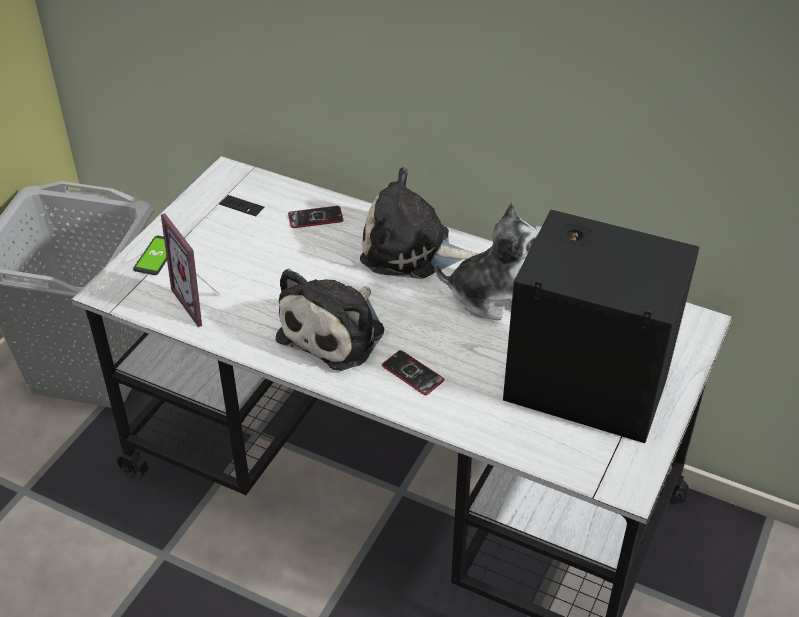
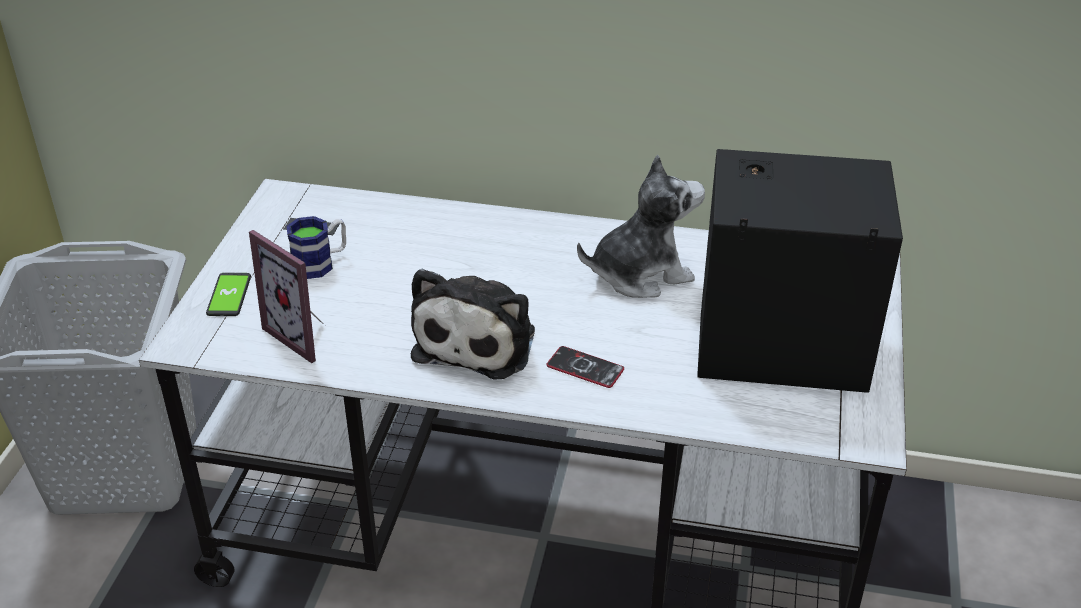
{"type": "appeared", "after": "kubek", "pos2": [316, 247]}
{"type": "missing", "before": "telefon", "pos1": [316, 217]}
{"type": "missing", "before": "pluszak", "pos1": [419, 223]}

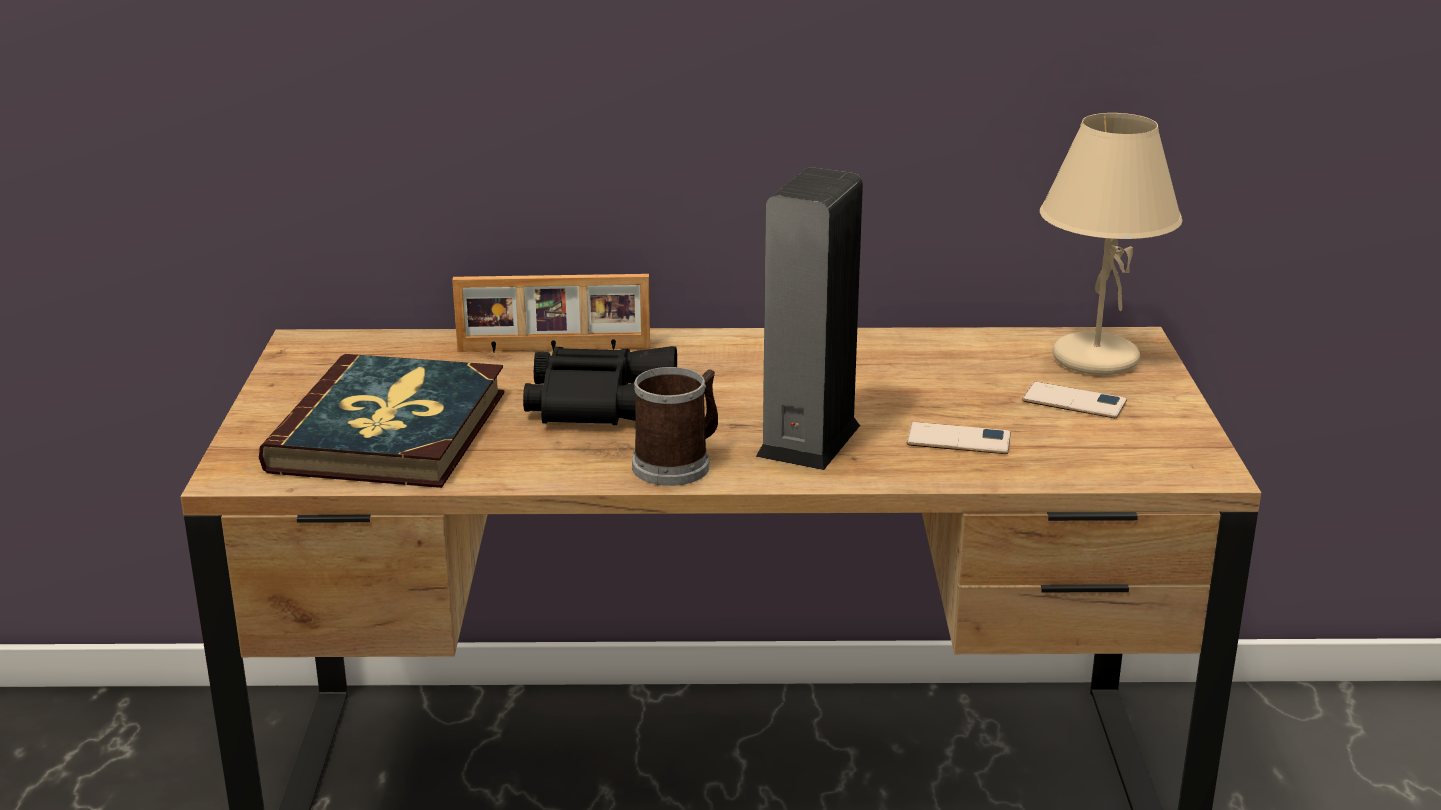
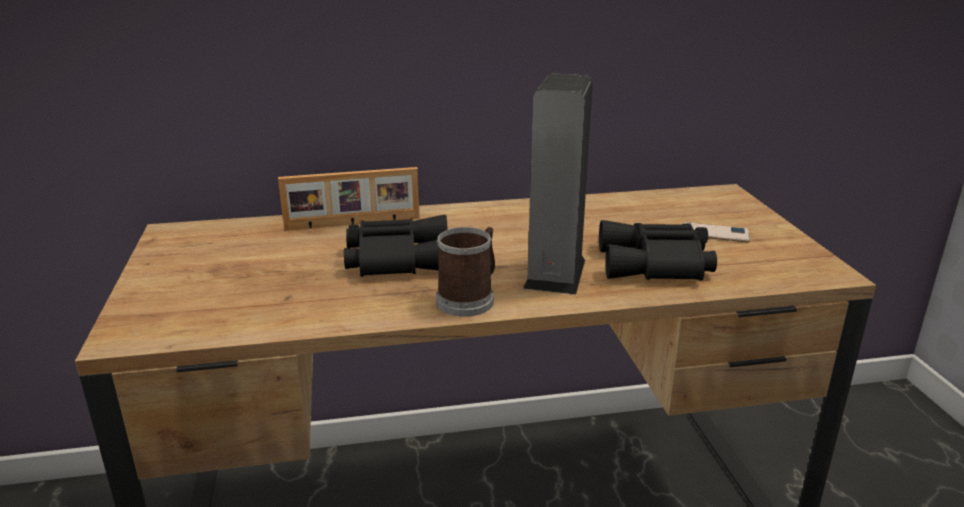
{"type": "exchanged", "before": "telefon", "after": "lornetka (czarny)", "pos1": [958, 438], "pos2": [658, 250]}
{"type": "missing", "before": "książka", "pos1": [382, 421]}
{"type": "missing", "before": "lampa stołowa (beżowy)", "pos1": [1111, 244]}

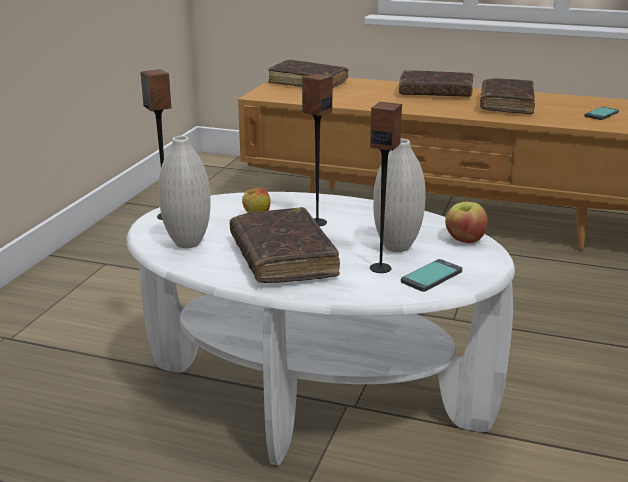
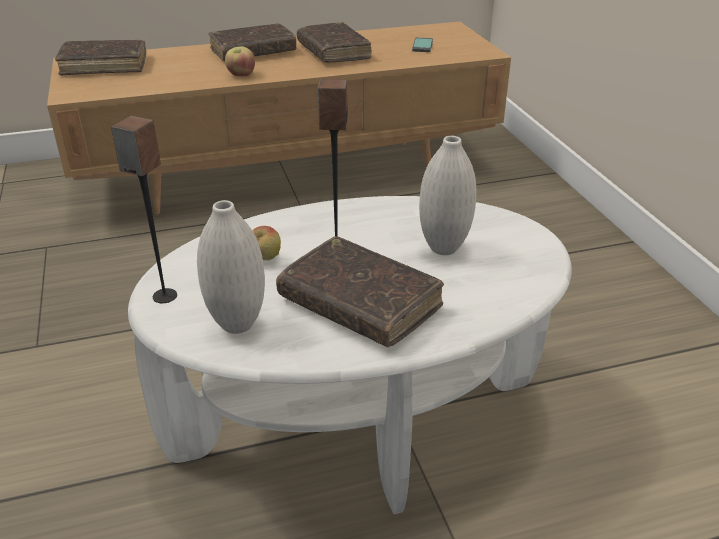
{"type": "relocated", "before": "jabłko", "pos1": [466, 222], "pos2": [240, 61]}
{"type": "missing", "before": "głośnik", "pos1": [386, 187]}
{"type": "missing", "before": "telefon", "pos1": [431, 275]}

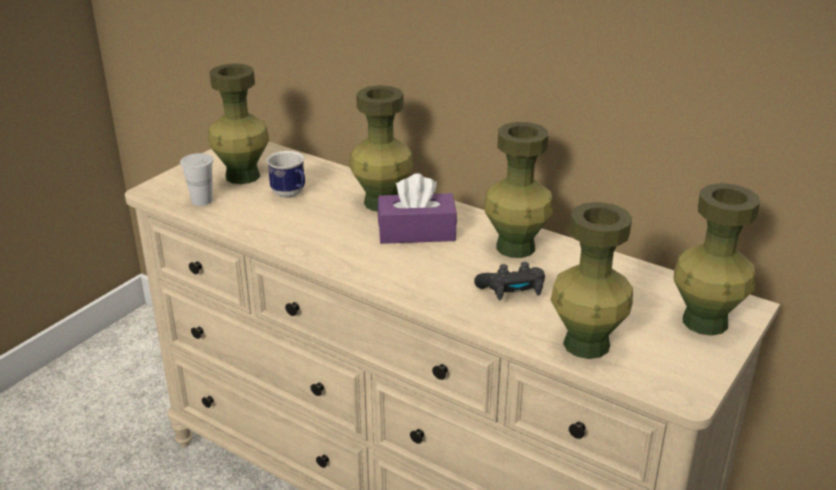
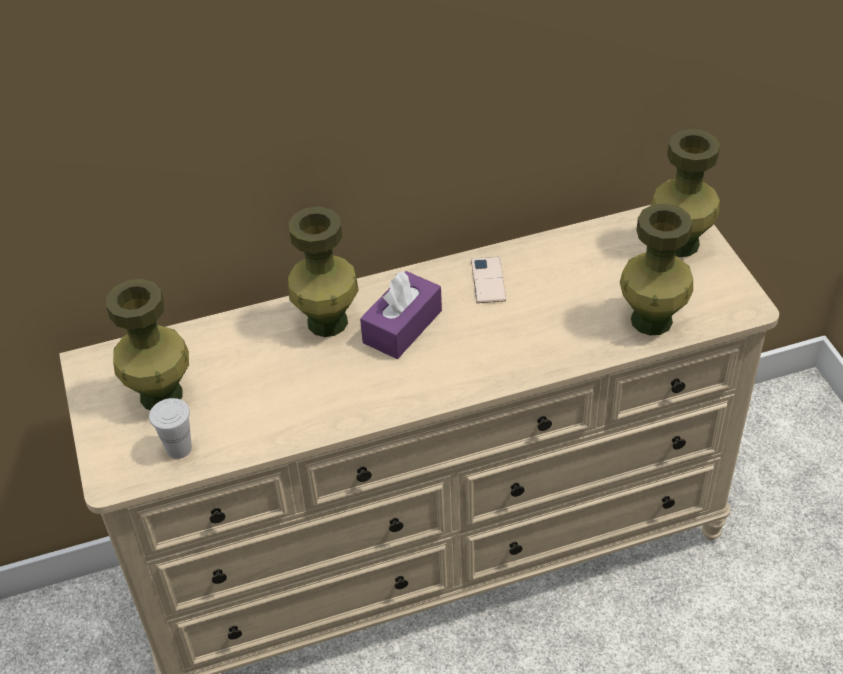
{"type": "exchanged", "before": "wazon (zielony)", "after": "telefon", "pos1": [518, 190], "pos2": [488, 280]}
{"type": "missing", "before": "kubek", "pos1": [286, 174]}
{"type": "missing", "before": "pad do gier (czarny)", "pos1": [509, 281]}

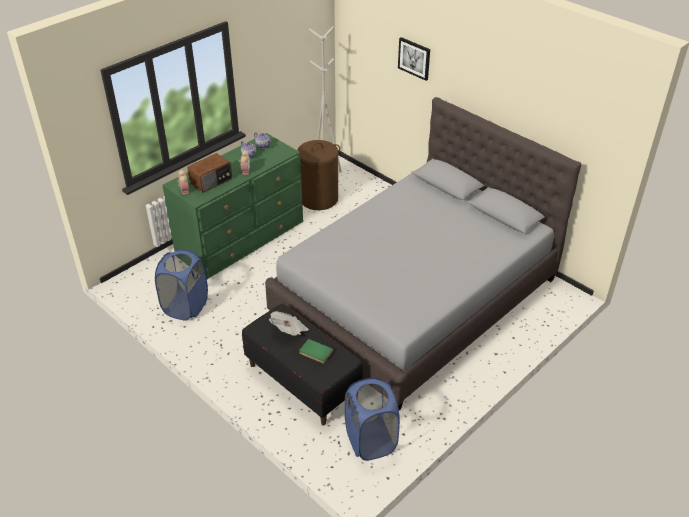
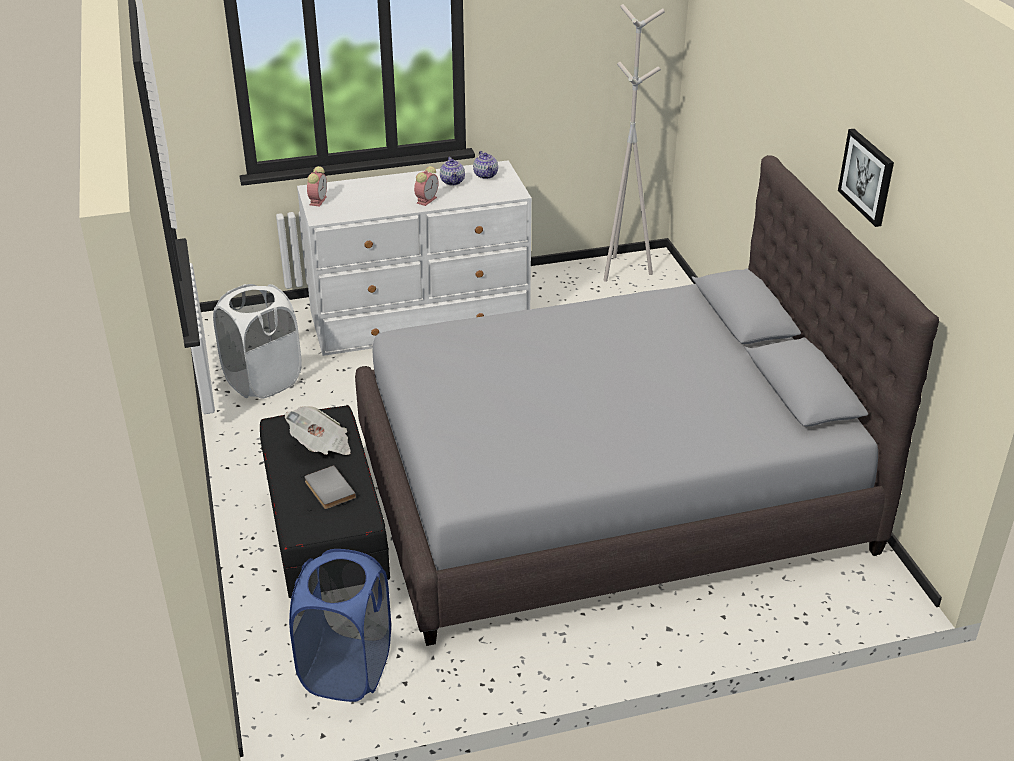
{"type": "colour", "before": "kosz na pranie (niebieski)", "after": "kosz na pranie (biały)", "pos1": [181, 285], "pos2": [257, 341]}
{"type": "colour", "before": "komoda (zielony)", "after": "komoda (biały)", "pos1": [232, 206], "pos2": [414, 258]}
{"type": "colour", "before": "książka (zielony)", "after": "książka (szary)", "pos1": [316, 351], "pos2": [330, 487]}
{"type": "relocated", "before": "obraz", "pos1": [414, 59], "pos2": [866, 178]}
{"type": "missing", "before": "radio", "pos1": [209, 173]}
{"type": "missing", "before": "kosz na pranie (brązowy)", "pos1": [318, 175]}

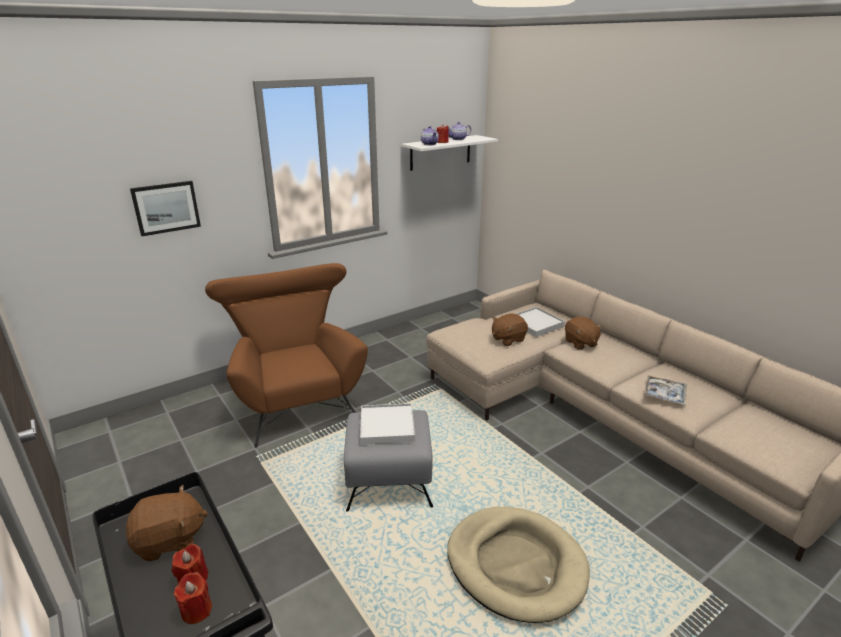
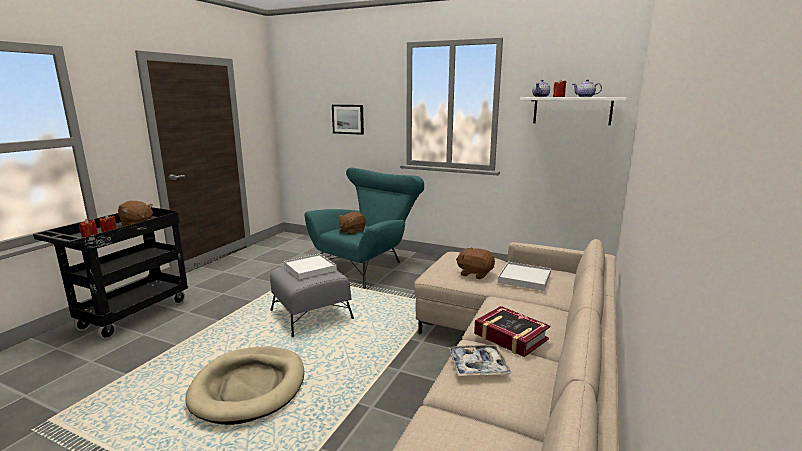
{"type": "colour", "before": "fotel (brązowy)", "after": "fotel (turkusowy)", "pos1": [286, 355], "pos2": [364, 228]}
{"type": "relocated", "before": "pluszak (brązowy)", "pos1": [584, 333], "pos2": [352, 223]}
{"type": "appeared", "after": "książka", "pos2": [512, 331]}

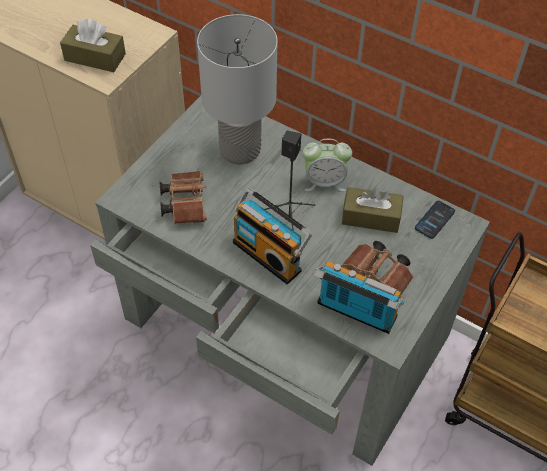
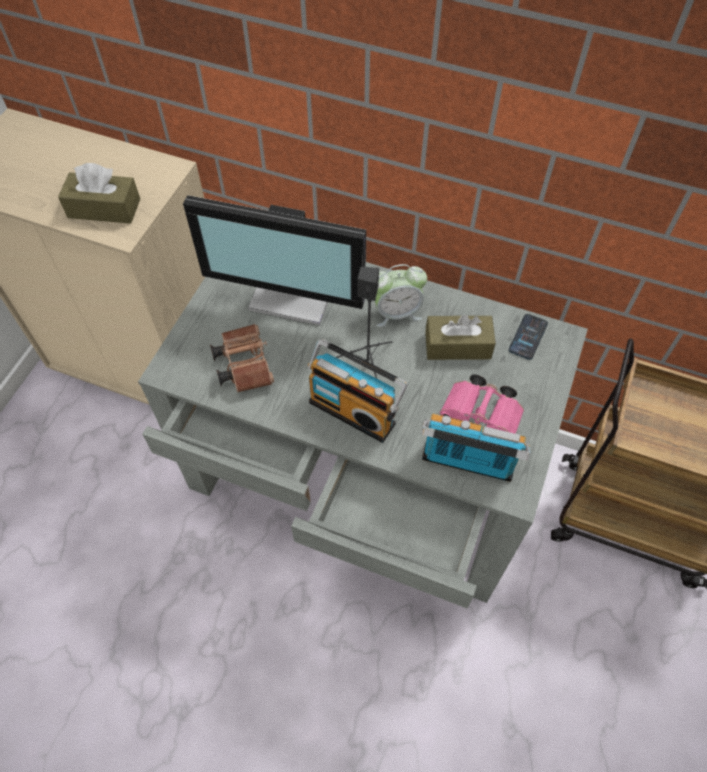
{"type": "exchanged", "before": "lampa stołowa (szary)", "after": "monitor", "pos1": [237, 89], "pos2": [274, 260]}
{"type": "colour", "before": "lornetka (brązowy)", "after": "lornetka (różowy)", "pos1": [377, 268], "pos2": [482, 404]}

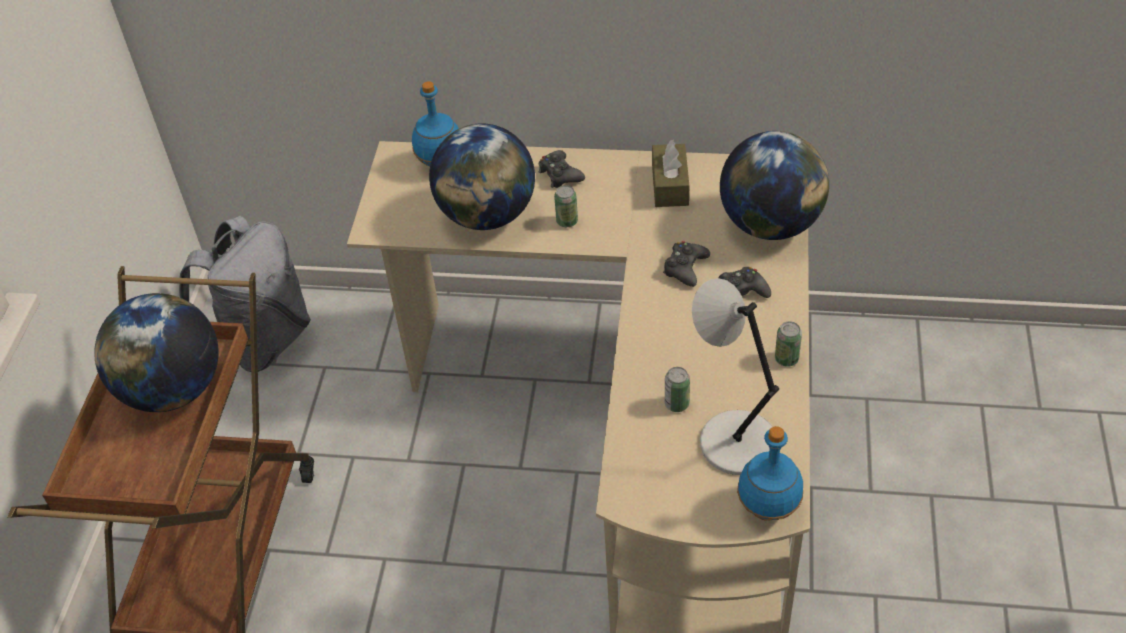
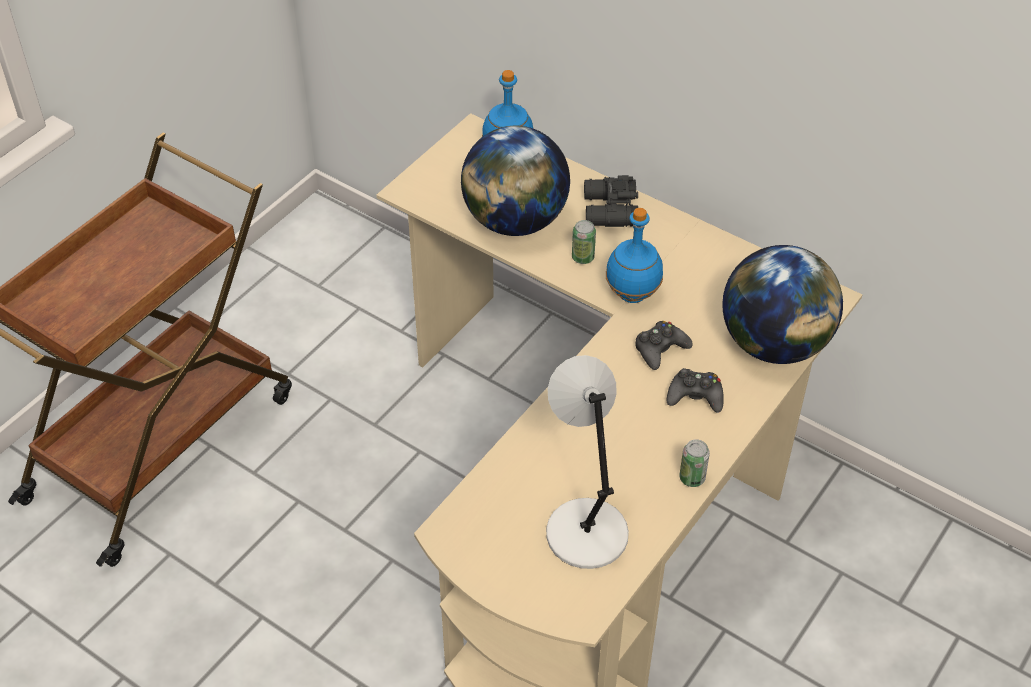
{"type": "exchanged", "before": "pad do gier (czarny)", "after": "lornetka (czarny)", "pos1": [562, 169], "pos2": [611, 201]}
{"type": "relocated", "before": "butelka (niebieski)", "pos1": [770, 473], "pos2": [634, 255]}
{"type": "missing", "before": "globus", "pos1": [156, 352]}
{"type": "missing", "before": "plecak (szary)", "pos1": [245, 294]}
{"type": "missing", "before": "pudełko chusteczek (brązowy)", "pos1": [670, 173]}
{"type": "missing", "before": "puszka", "pos1": [677, 389]}

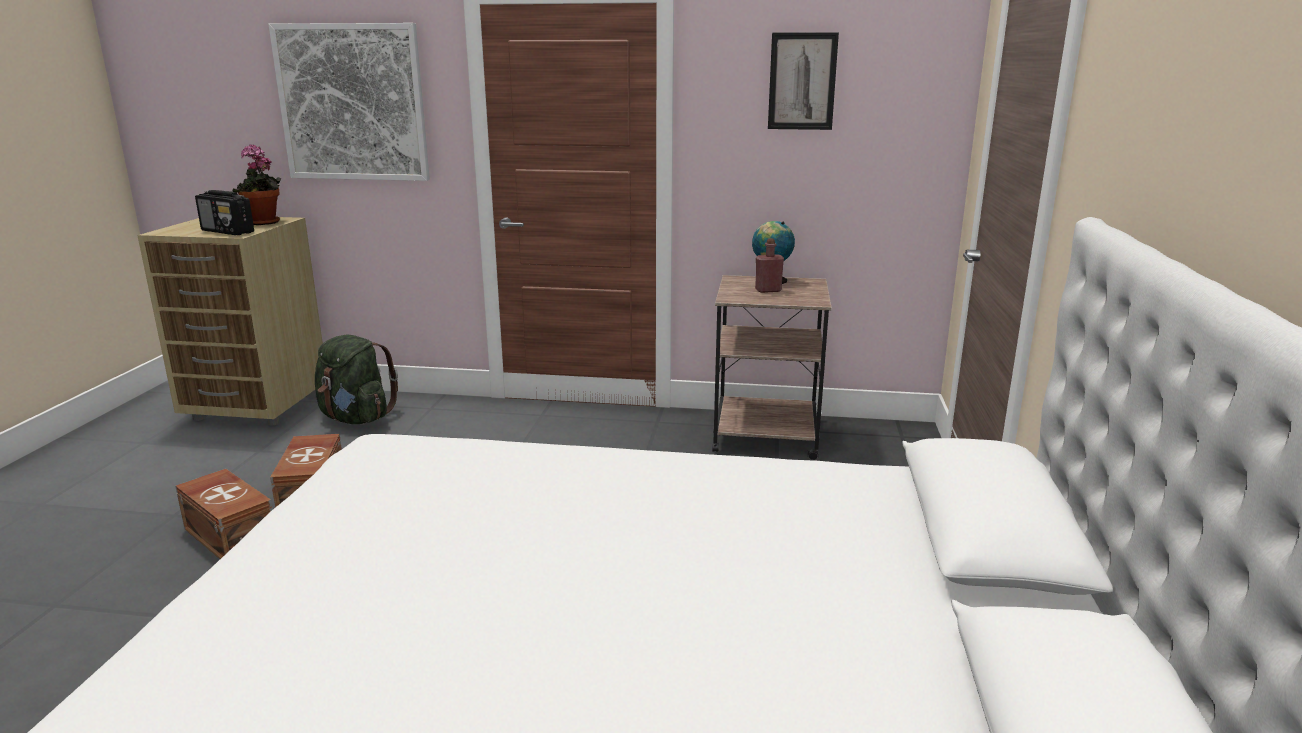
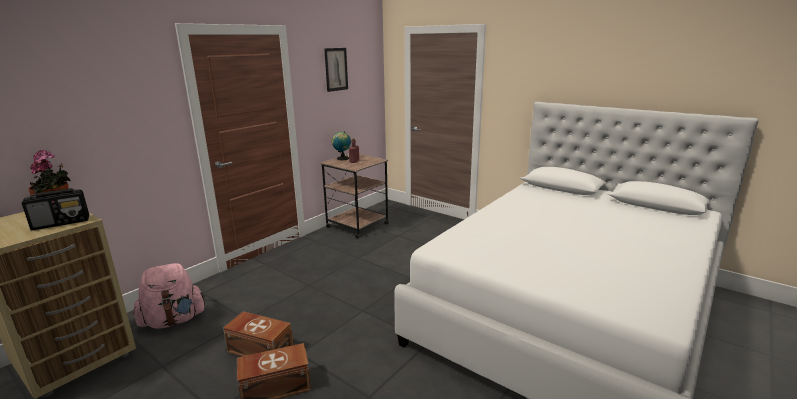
{"type": "colour", "before": "plecak (zielony)", "after": "plecak (różowy)", "pos1": [356, 379], "pos2": [169, 296]}
{"type": "missing", "before": "obraz", "pos1": [349, 102]}

